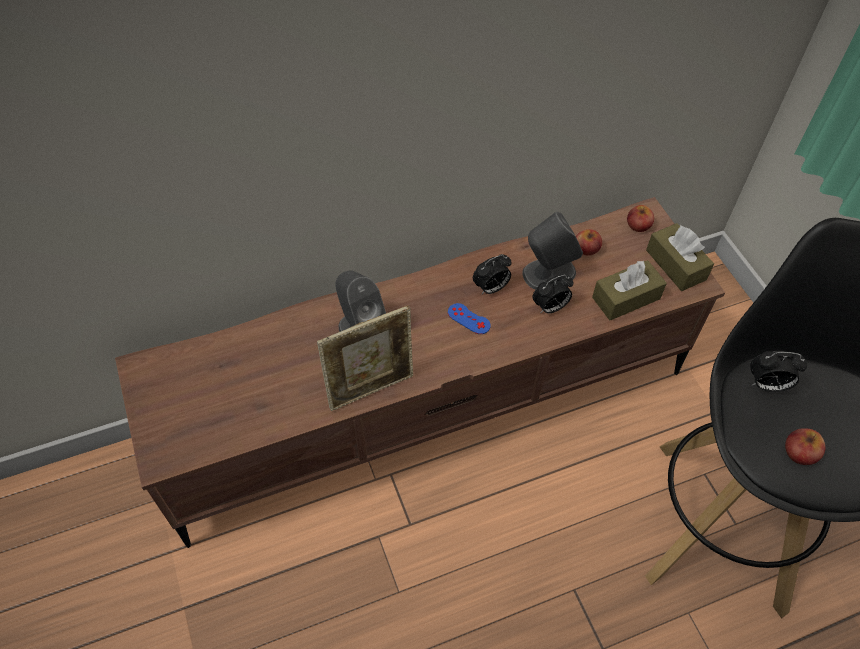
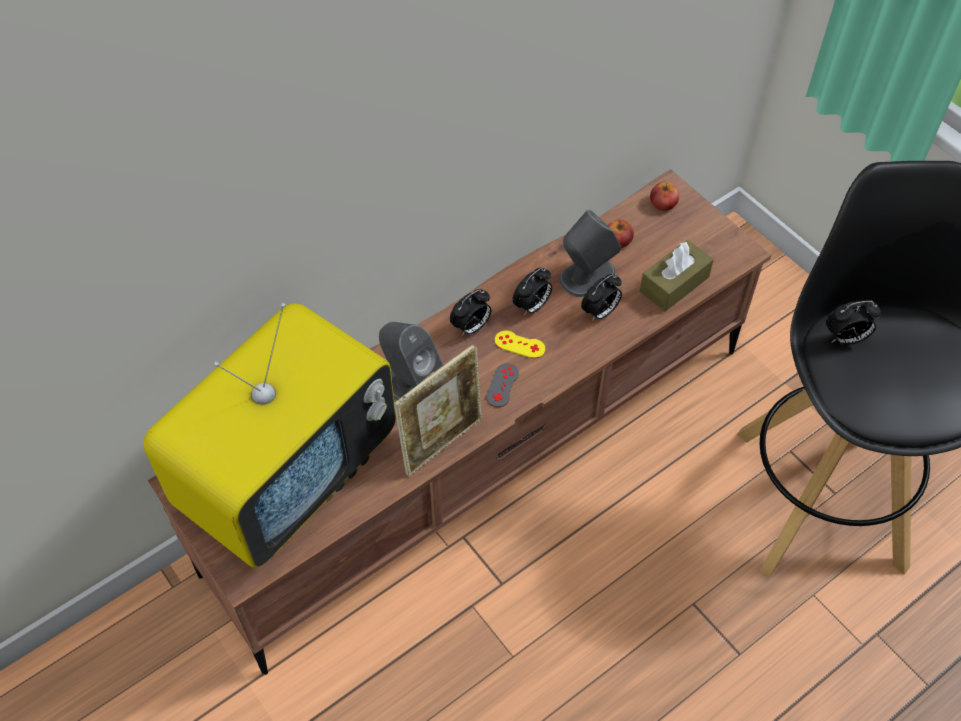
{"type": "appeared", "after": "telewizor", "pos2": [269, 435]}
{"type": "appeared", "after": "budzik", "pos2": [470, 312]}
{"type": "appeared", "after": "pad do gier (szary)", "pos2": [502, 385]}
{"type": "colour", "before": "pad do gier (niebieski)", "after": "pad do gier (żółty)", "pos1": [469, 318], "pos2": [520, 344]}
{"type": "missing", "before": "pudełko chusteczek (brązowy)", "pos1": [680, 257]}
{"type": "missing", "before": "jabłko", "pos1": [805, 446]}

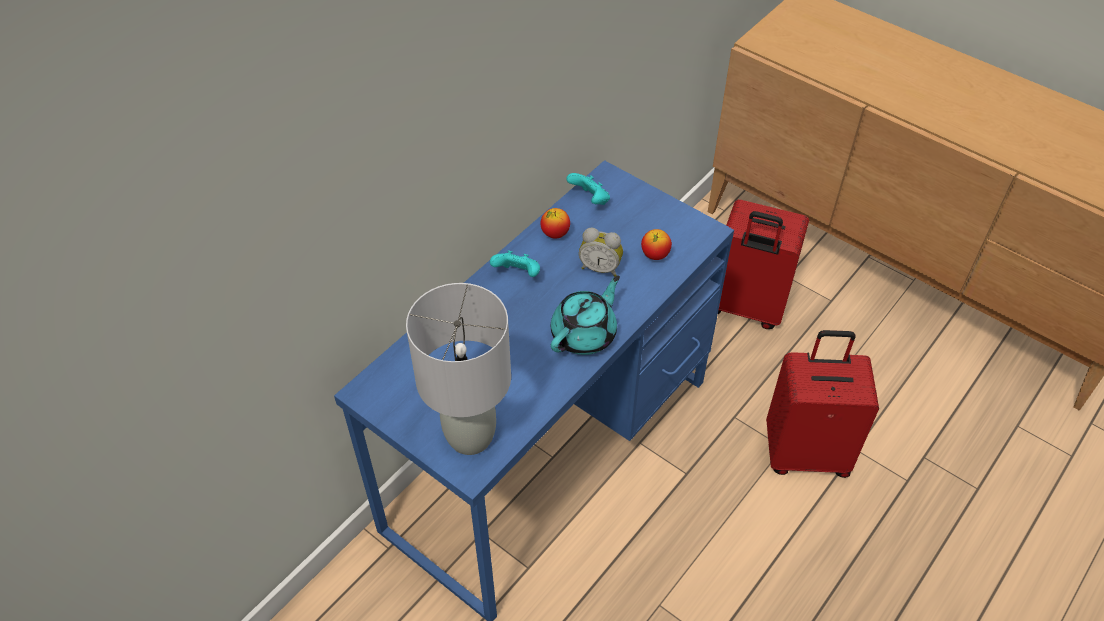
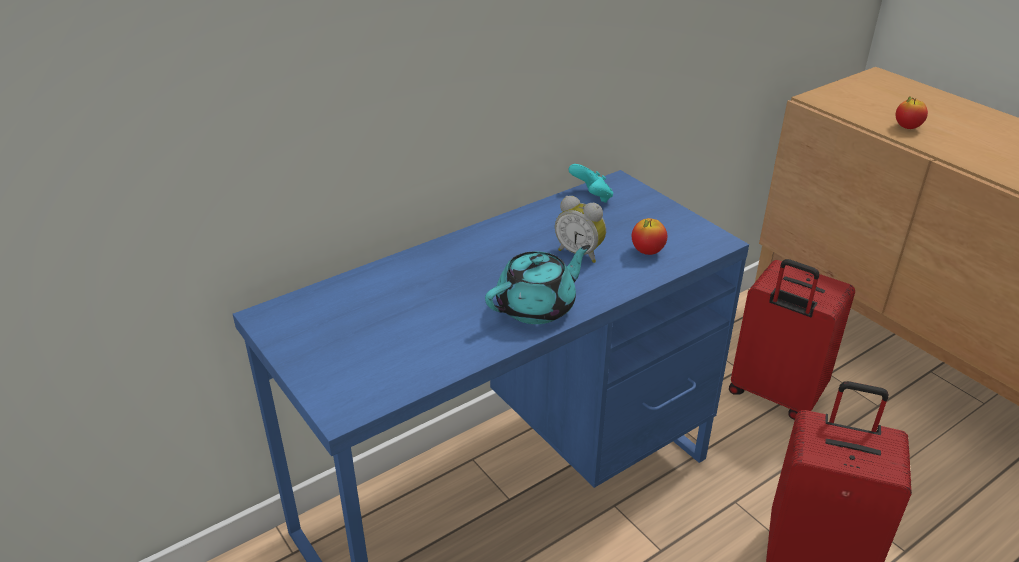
{"type": "relocated", "before": "jabłko", "pos1": [555, 223], "pos2": [912, 112]}
{"type": "missing", "before": "lampa stołowa (szary)", "pos1": [458, 369]}
{"type": "missing", "before": "pad do gier (turkusowy)", "pos1": [515, 263]}

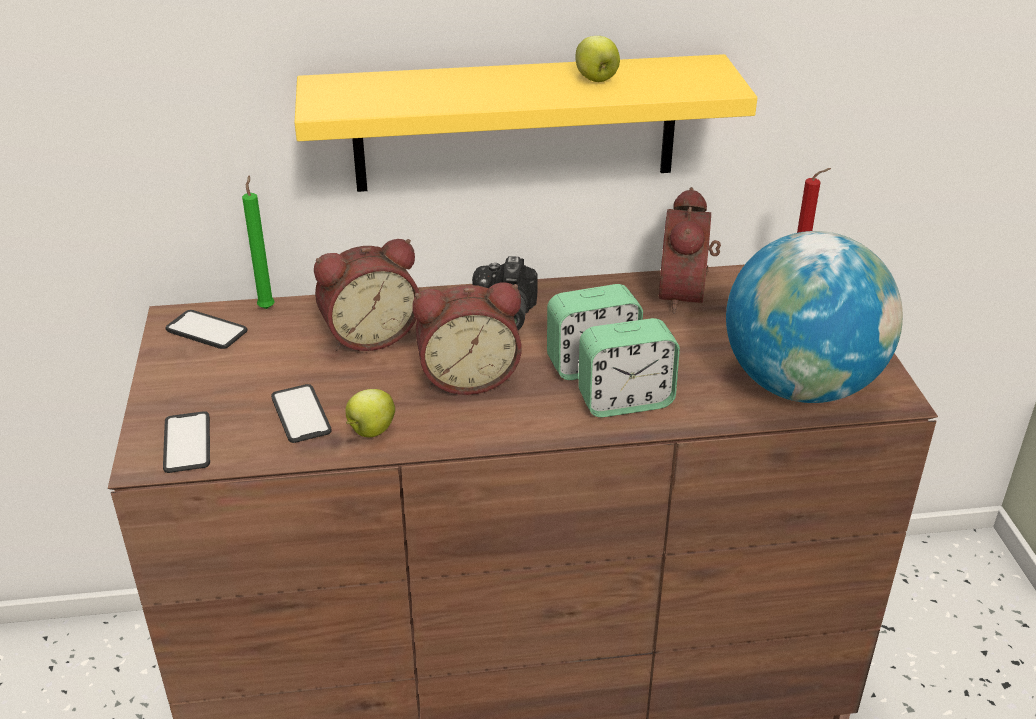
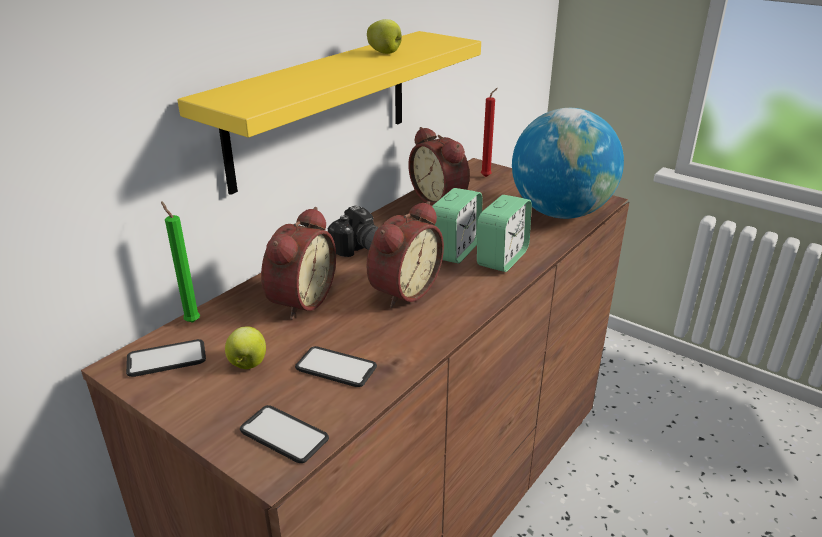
{"type": "relocated", "before": "jabłko", "pos1": [370, 413], "pos2": [245, 348]}

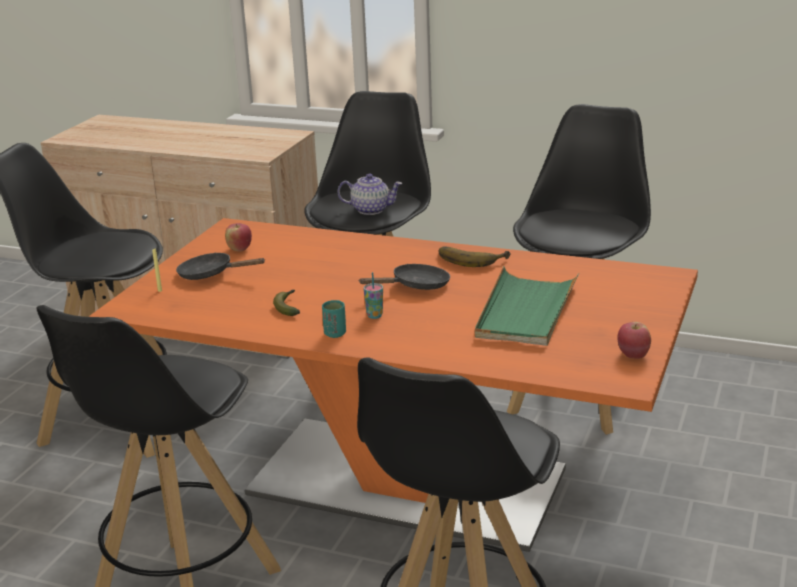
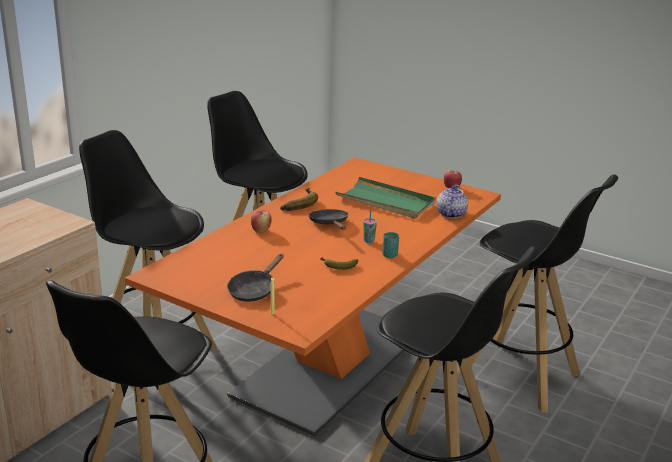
{"type": "relocated", "before": "jabłko", "pos1": [238, 237], "pos2": [261, 221]}
{"type": "relocated", "before": "imbryk", "pos1": [369, 194], "pos2": [452, 201]}

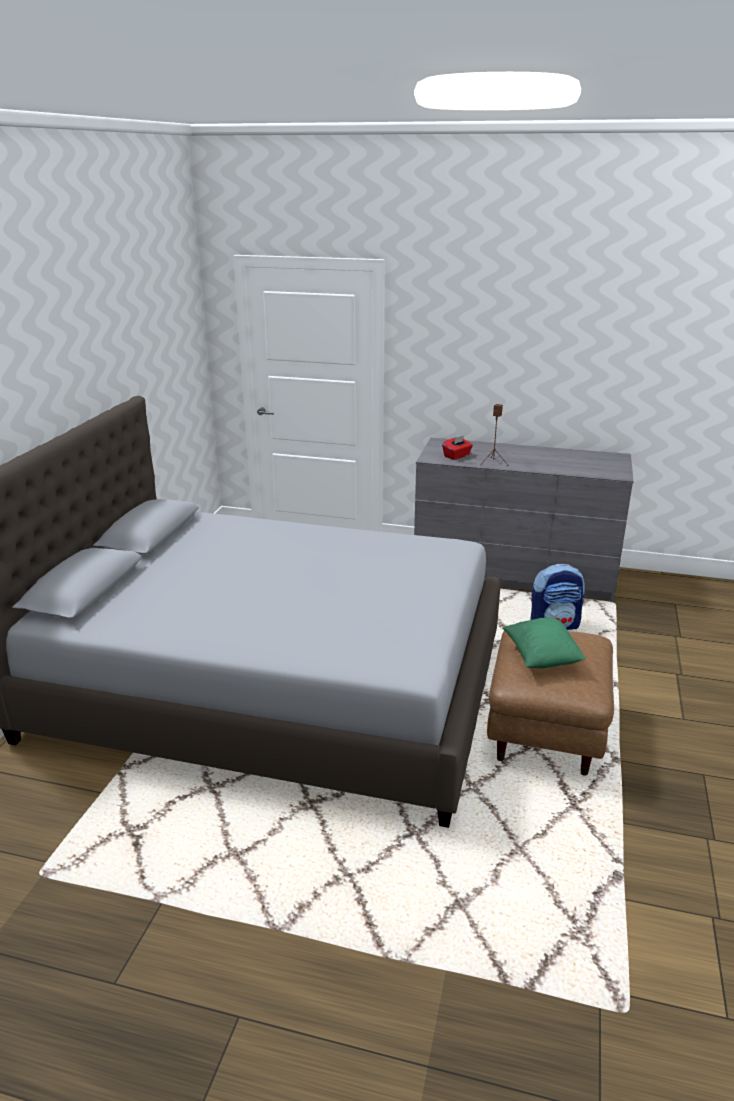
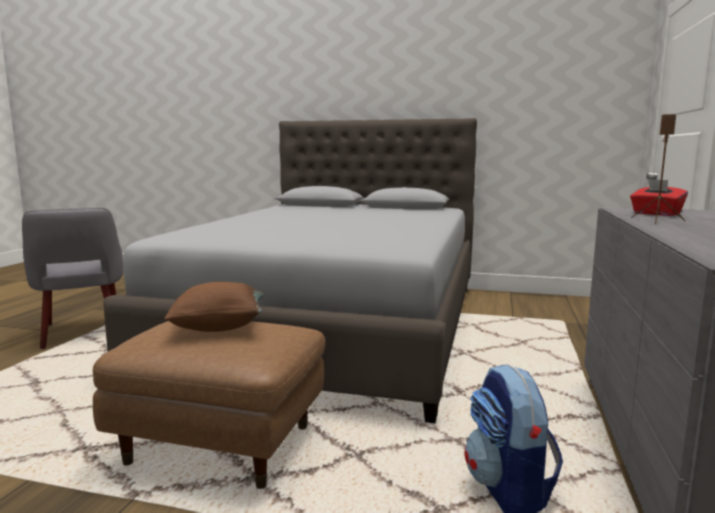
{"type": "appeared", "after": "fotel (szary)", "pos2": [72, 278]}
{"type": "colour", "before": "poduszka (zielony)", "after": "poduszka (brązowy)", "pos1": [544, 643], "pos2": [214, 307]}

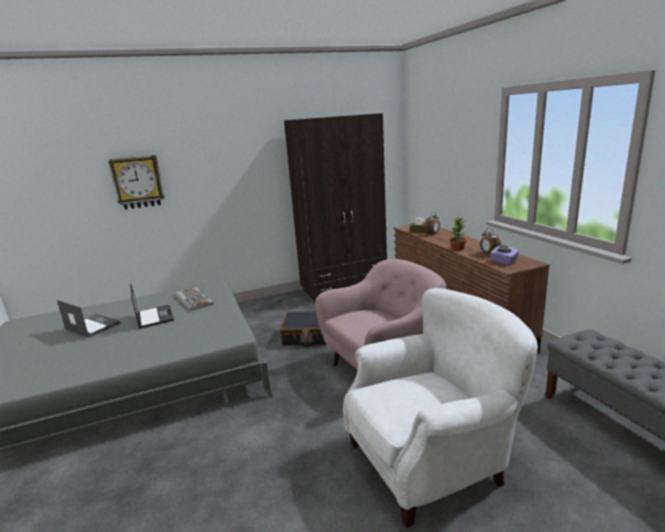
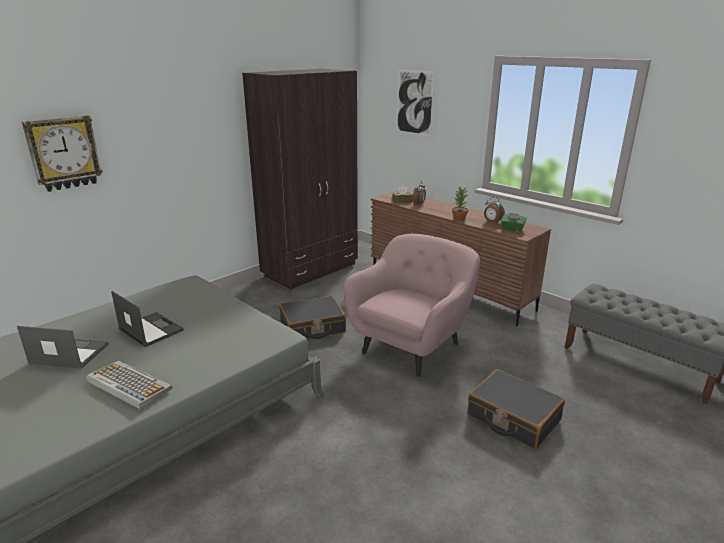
{"type": "relocated", "before": "klawiatura", "pos1": [194, 299], "pos2": [129, 385]}
{"type": "appeared", "after": "obraz", "pos2": [415, 103]}
{"type": "exchanged", "before": "fotel (biały)", "after": "walizka (czarny)", "pos1": [440, 408], "pos2": [516, 409]}
{"type": "colour", "before": "pudełko chusteczek (fioletowy)", "after": "pudełko chusteczek (zielony)", "pos1": [504, 254], "pos2": [514, 222]}

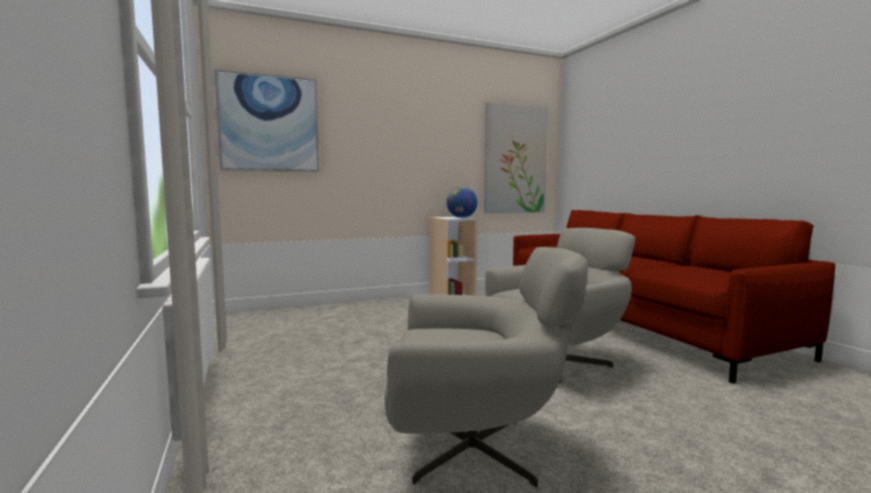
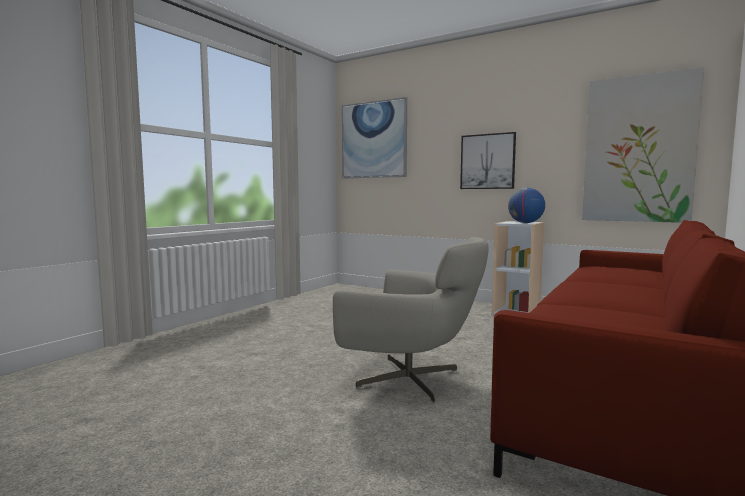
{"type": "appeared", "after": "obraz", "pos2": [488, 160]}
{"type": "missing", "before": "fotel (szary)", "pos1": [486, 367]}

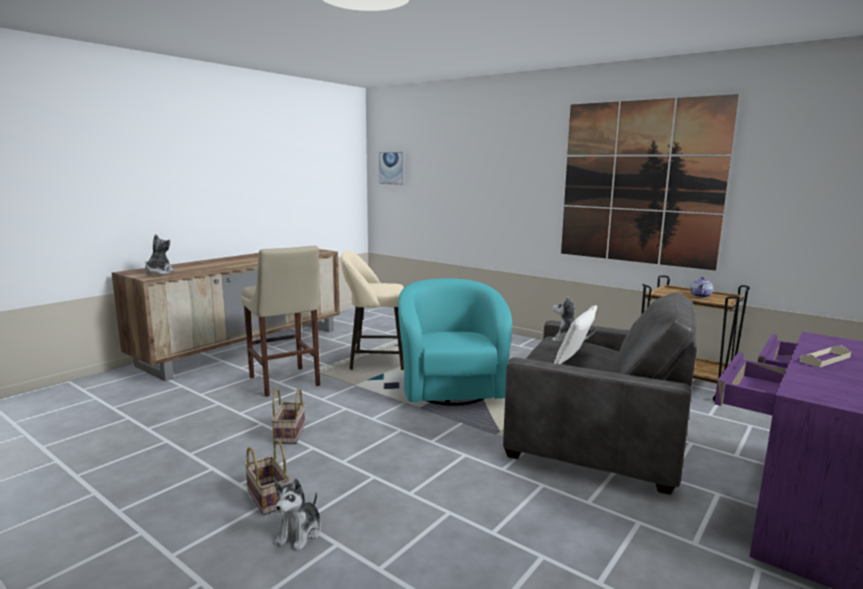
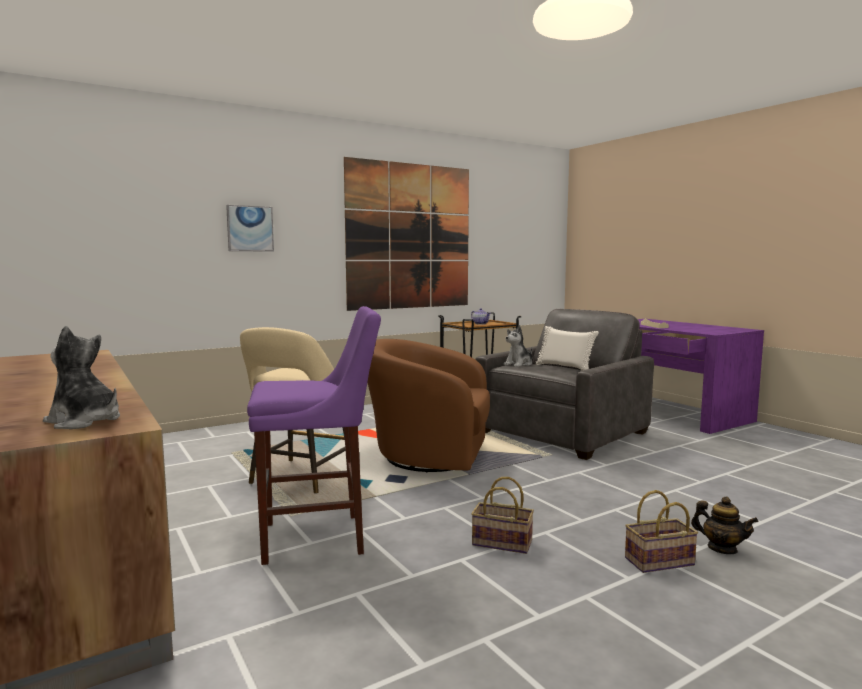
{"type": "relocated", "before": "obraz", "pos1": [391, 168], "pos2": [250, 228]}
{"type": "colour", "before": "stołek (beżowy)", "after": "stołek (fioletowy)", "pos1": [280, 321], "pos2": [314, 435]}
{"type": "colour", "before": "fotel (turkusowy)", "after": "fotel (brązowy)", "pos1": [455, 342], "pos2": [428, 405]}
{"type": "exchanged", "before": "pluszak", "after": "imbryk", "pos1": [298, 514], "pos2": [724, 525]}

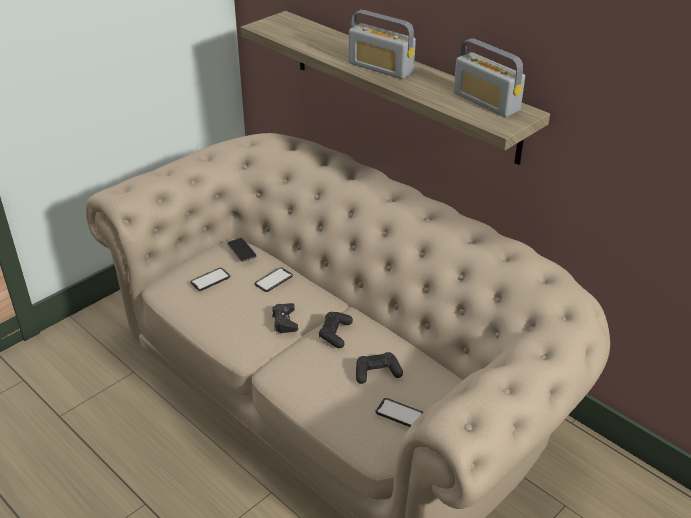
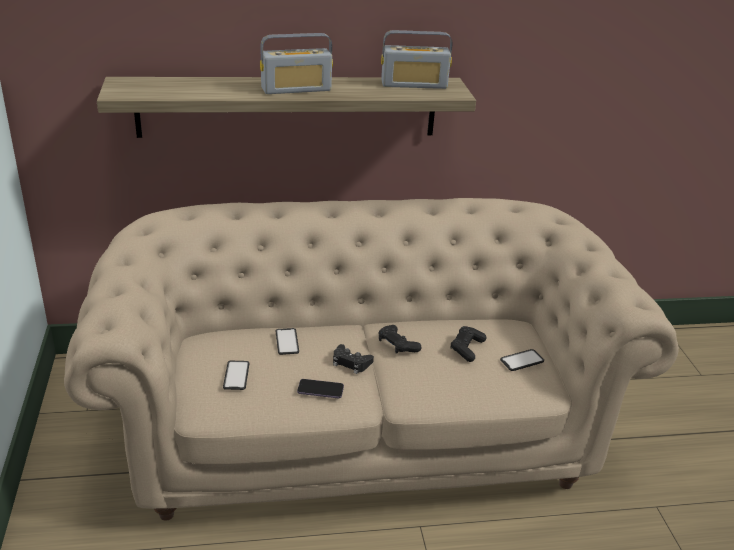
{"type": "relocated", "before": "telefon", "pos1": [242, 250], "pos2": [320, 388]}

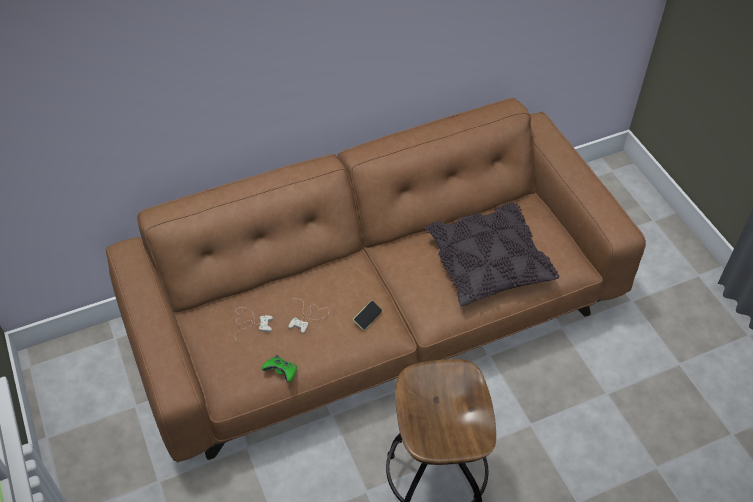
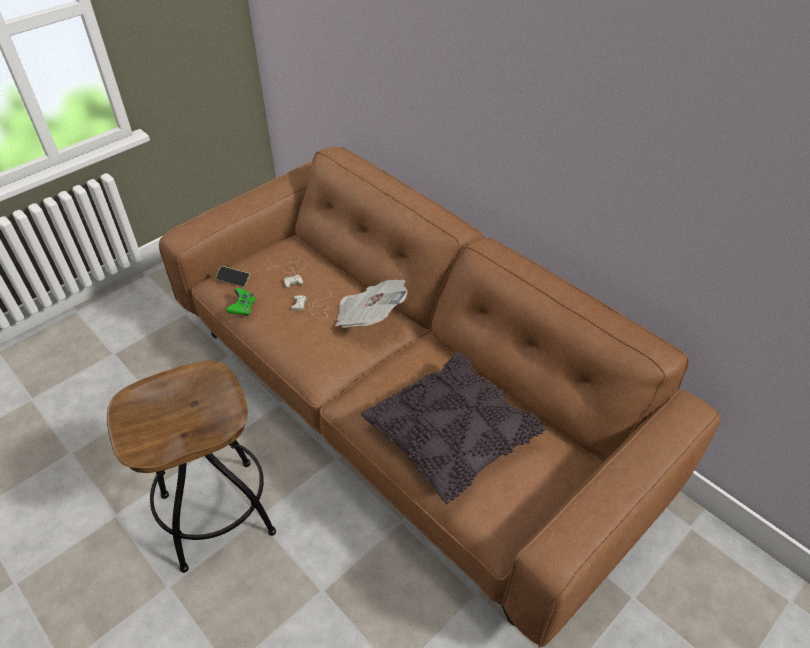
{"type": "relocated", "before": "telefon", "pos1": [367, 315], "pos2": [233, 276]}
{"type": "appeared", "after": "gazeta", "pos2": [371, 303]}

